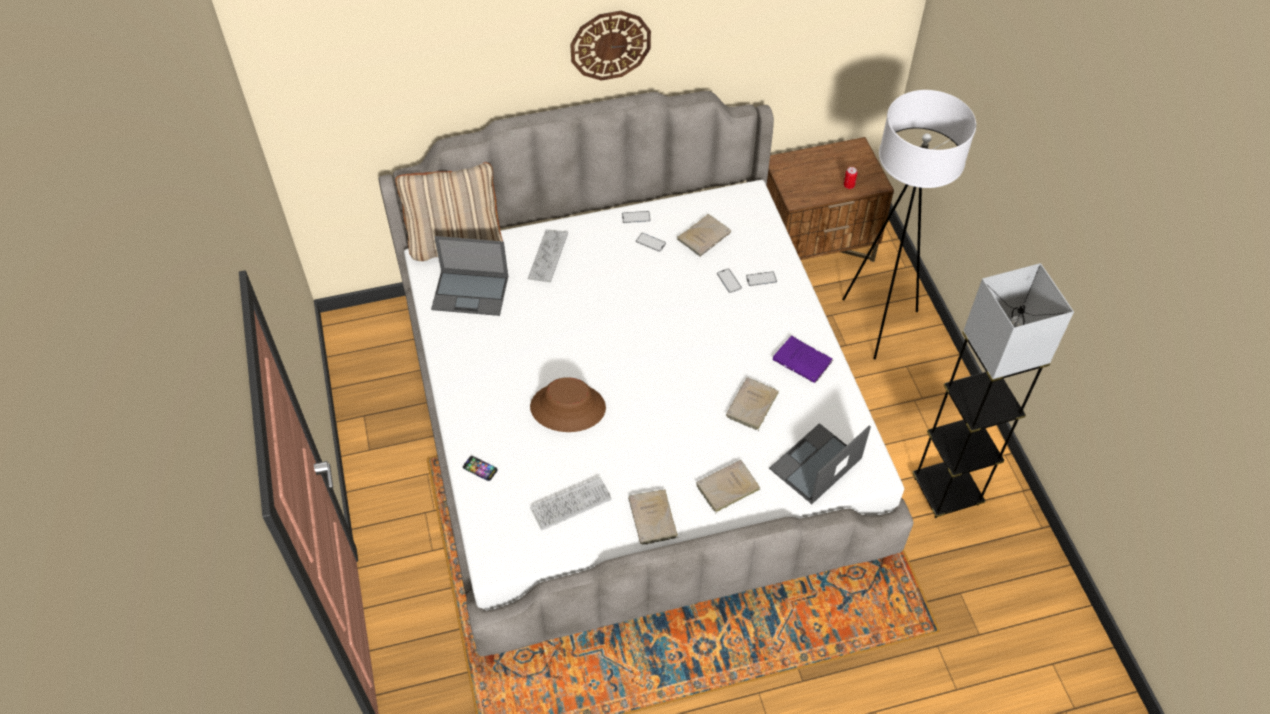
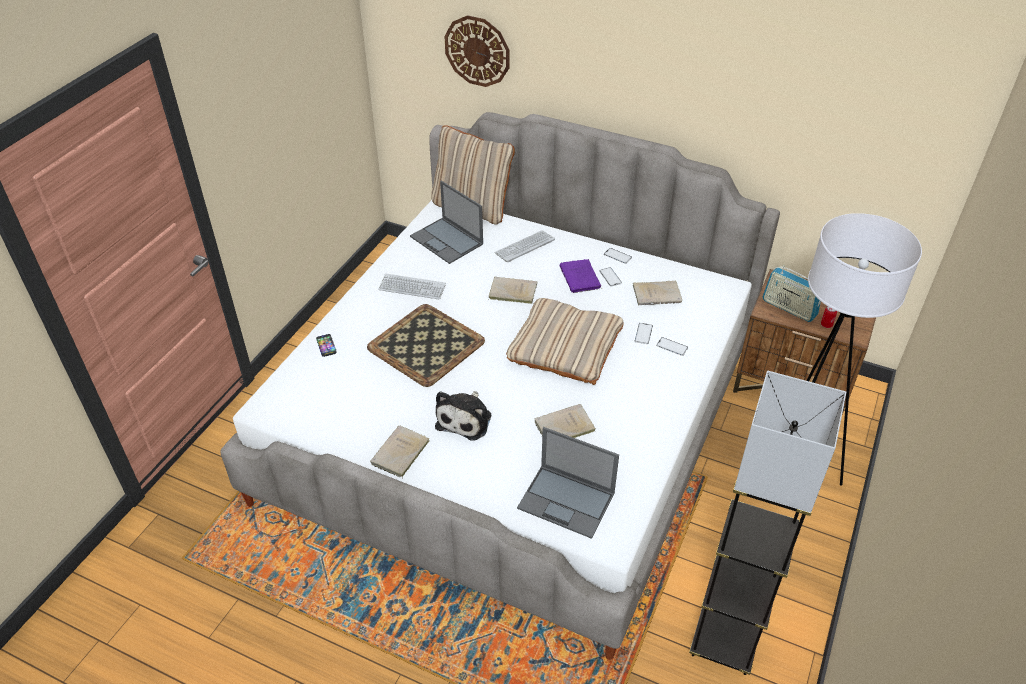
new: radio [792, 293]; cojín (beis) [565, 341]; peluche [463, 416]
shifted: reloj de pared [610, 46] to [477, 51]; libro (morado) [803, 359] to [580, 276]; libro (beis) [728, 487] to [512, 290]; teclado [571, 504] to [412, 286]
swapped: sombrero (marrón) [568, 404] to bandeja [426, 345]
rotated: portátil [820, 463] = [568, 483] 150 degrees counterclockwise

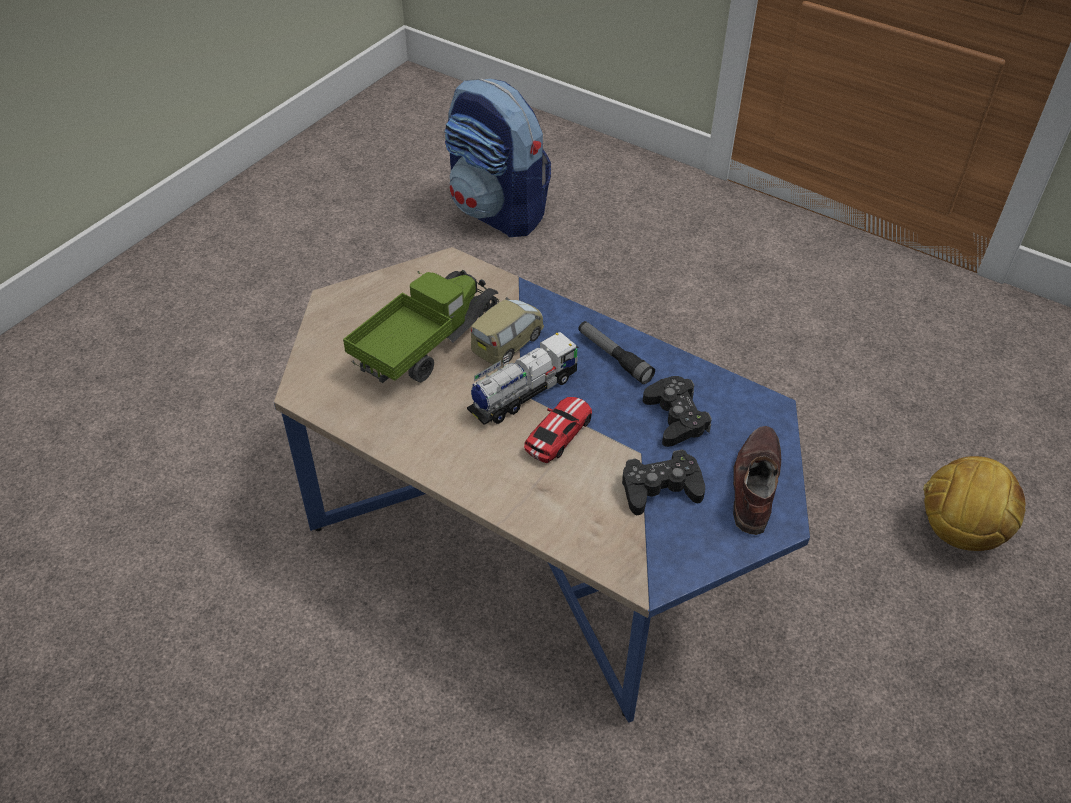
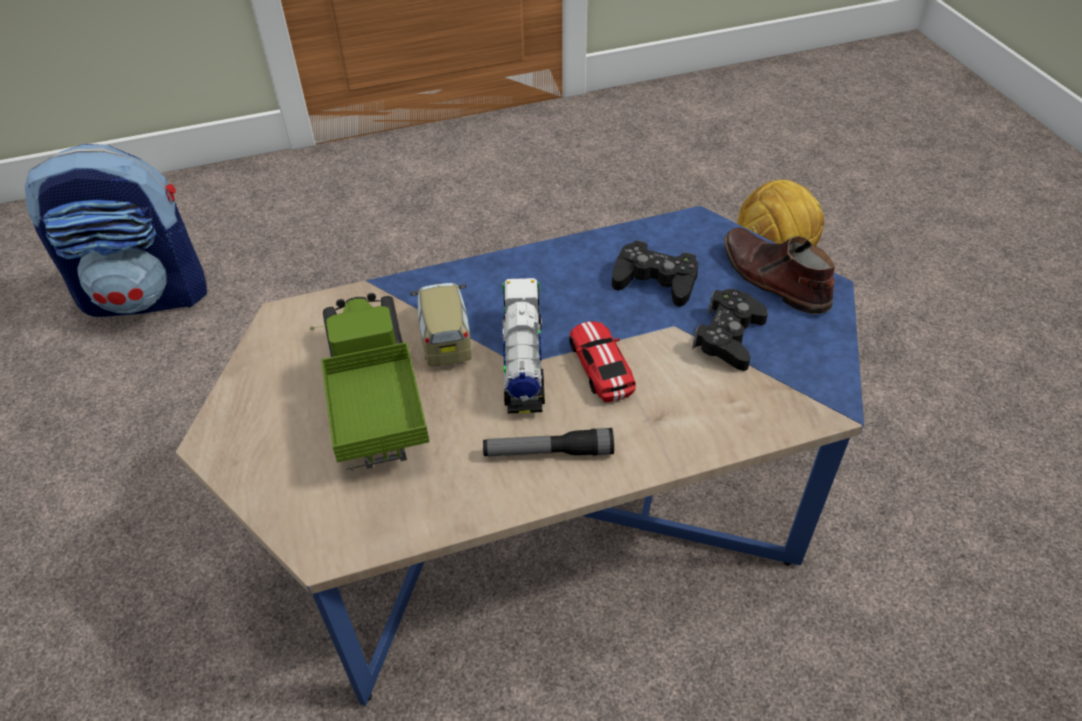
shifted: linterna [616, 352] to [548, 442]

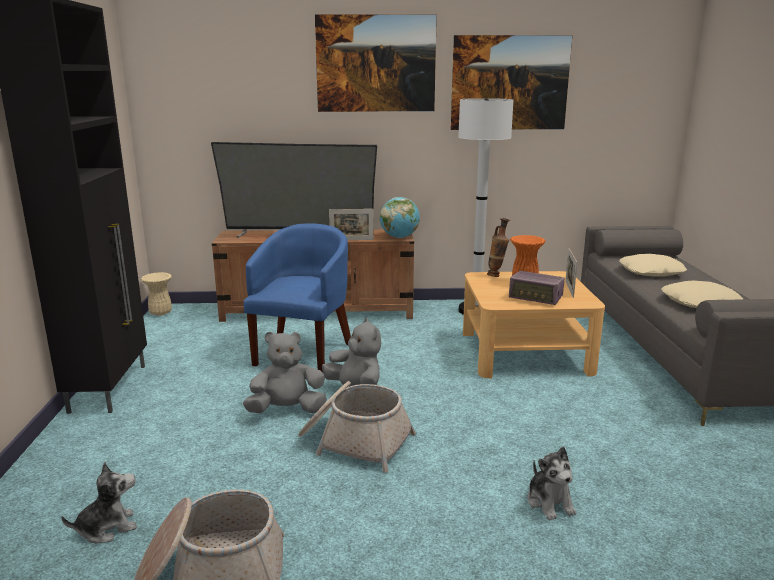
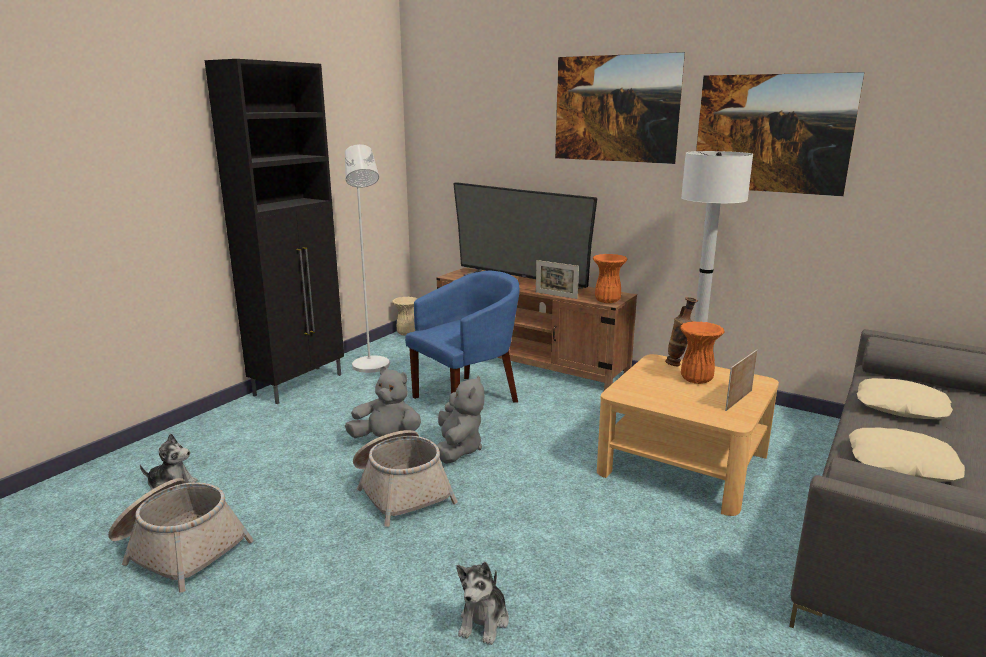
gone: radio [537, 288]
new: lámpara de pie (blanco) [367, 258]
swapped: globo terráqueo [400, 217] to florero (naranja) [610, 278]

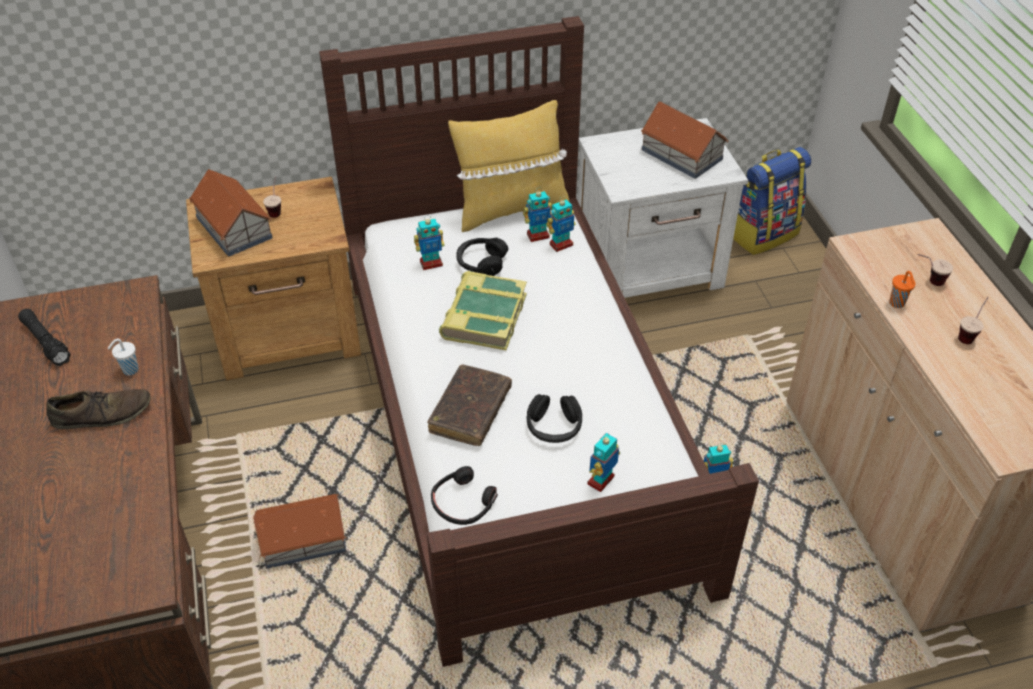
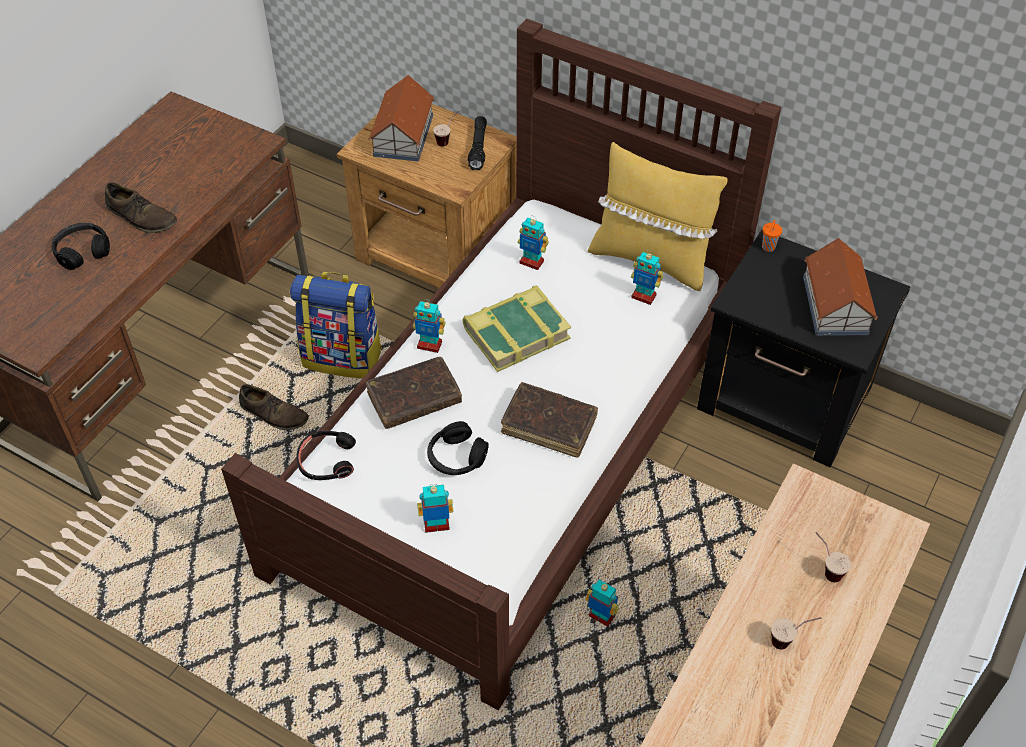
gone: taza (blanco) [123, 357]
new: libro (marrón) [549, 420]
shifted: mochila [772, 201] to [336, 325]; robot de juguete [561, 224] to [429, 326]; auriculares (negro) [482, 257] to [81, 246]; taza (naranja) [902, 289] to [772, 236]; linterna (negro) [44, 337] to [477, 143]
swapped: casita [300, 531] to zapato (marrón) [274, 407]
repainted: mesita de noche (blanco) [663, 208] to mesita de noche (negro) [804, 348]

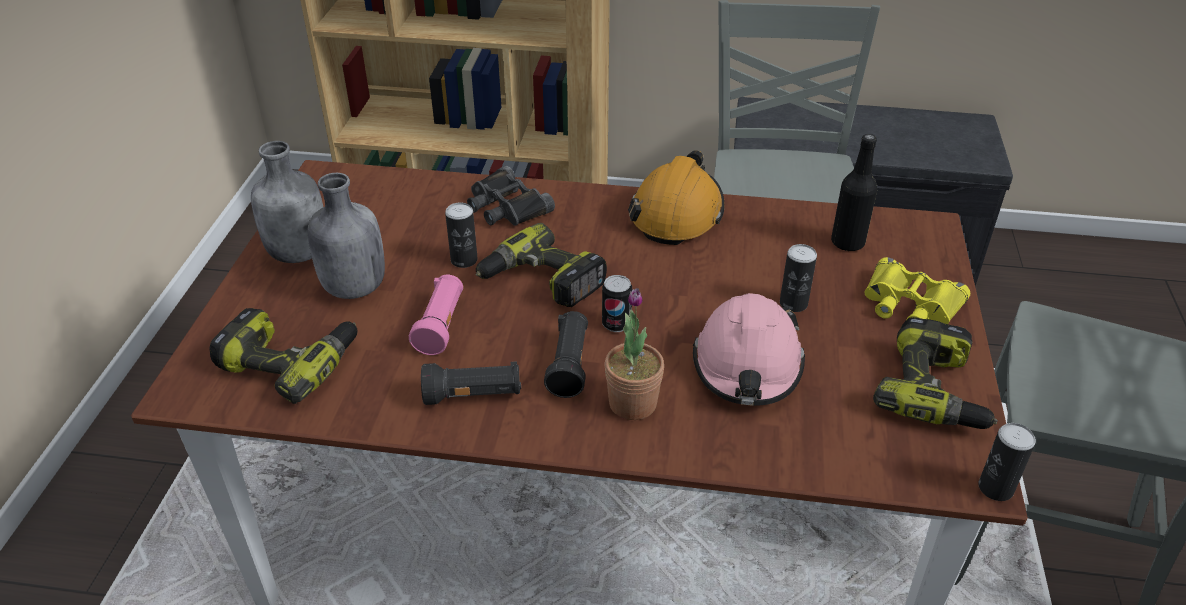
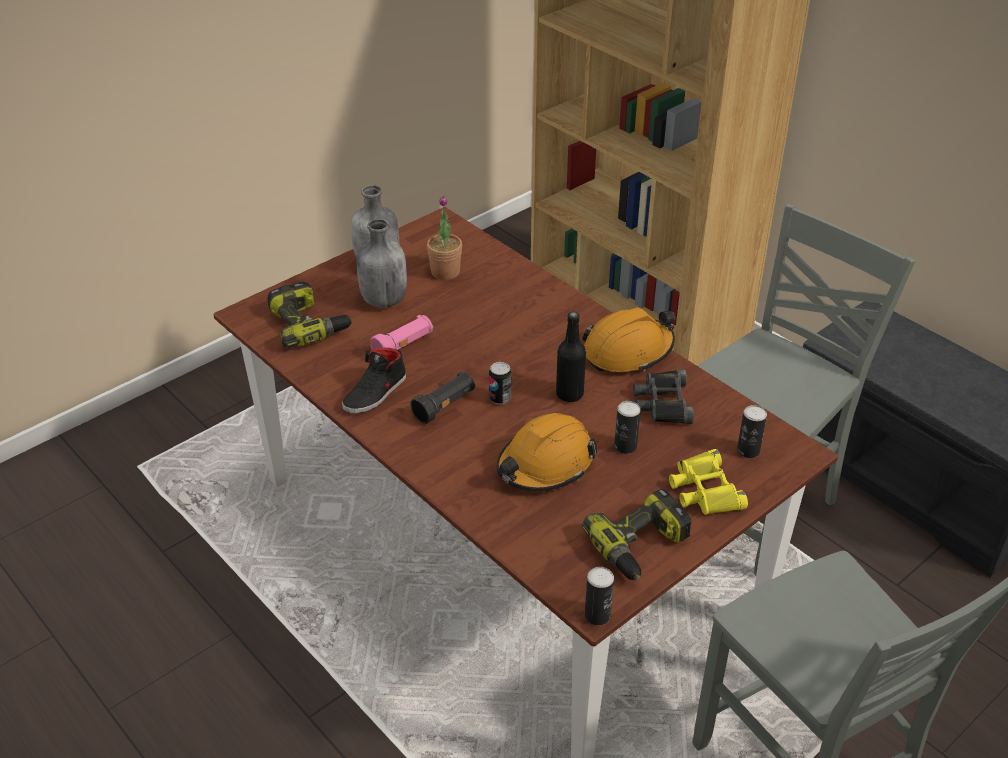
gone: taladro [541, 265]
shifted: botella (negro) [854, 193] to [571, 357]; prismáticos (negro) [511, 196] to [663, 397]; lata [461, 235] to [752, 431]; planta en maceta [634, 354] to [444, 237]
swapped: linterna (negro) [471, 383] to zapato (negro) [374, 381]
repainted: casco (rosa) [749, 349] to casco (naranja) [547, 452]

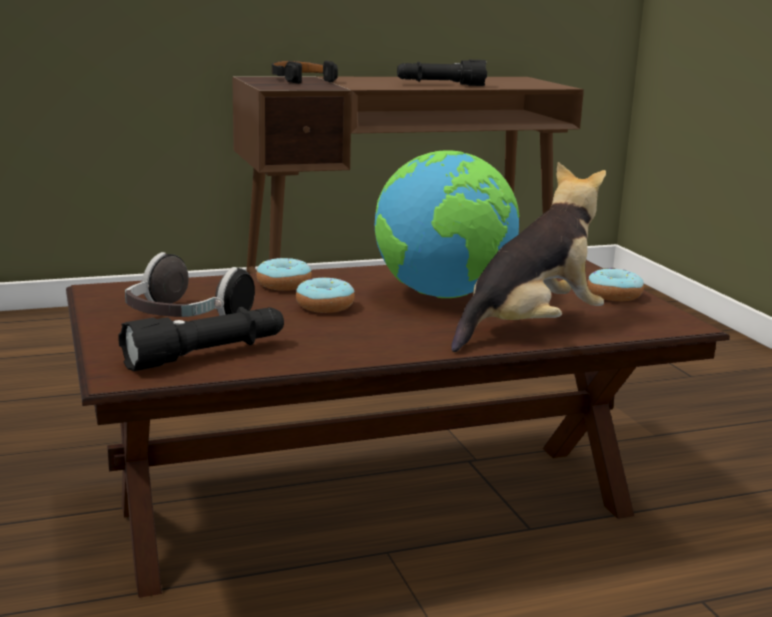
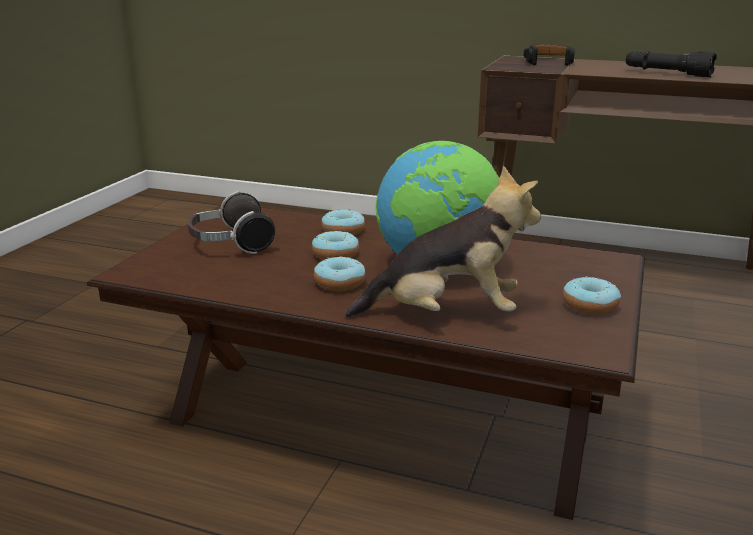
gone: linterna (negro) [201, 339]
new: rosquilla [340, 273]

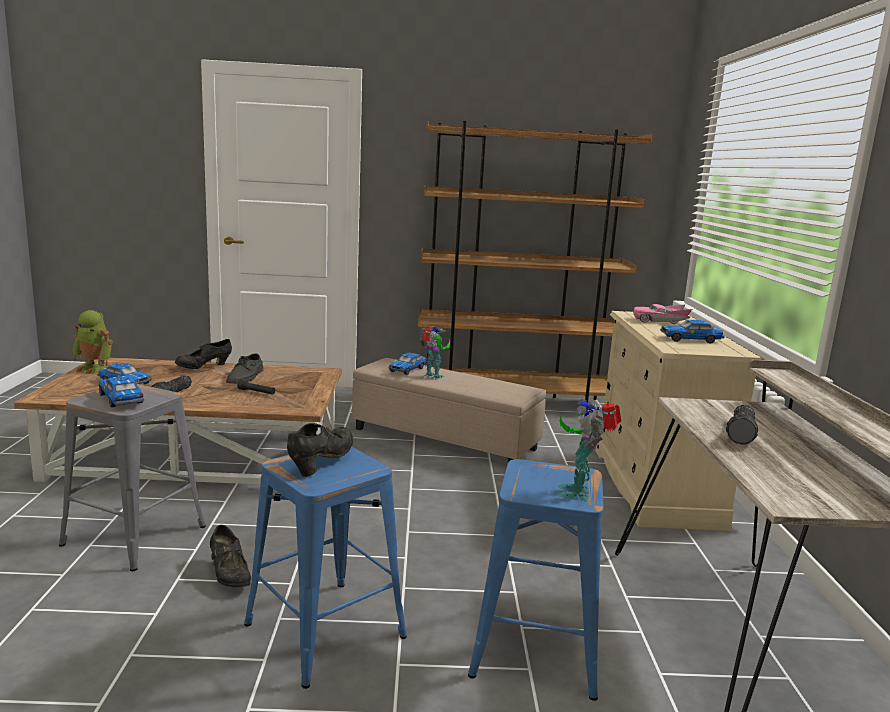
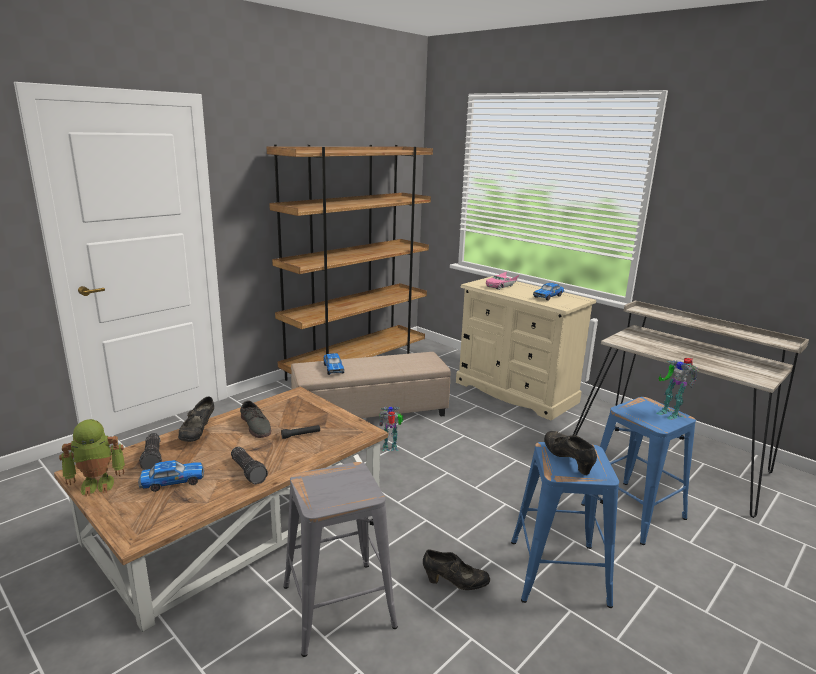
gone: coche de juguete [121, 391]
shifted: robot de juguete [434, 353] to [391, 428]; linterna [742, 424] to [150, 451]

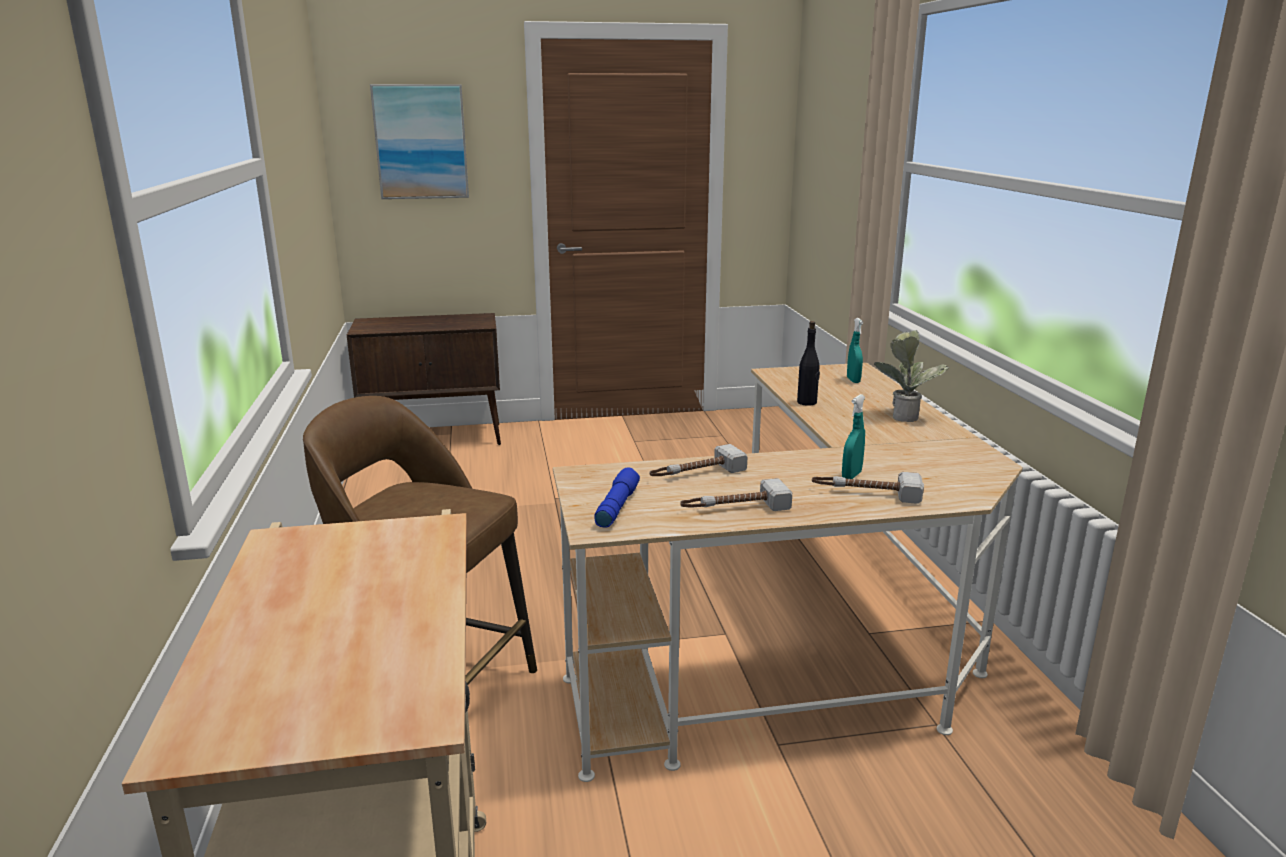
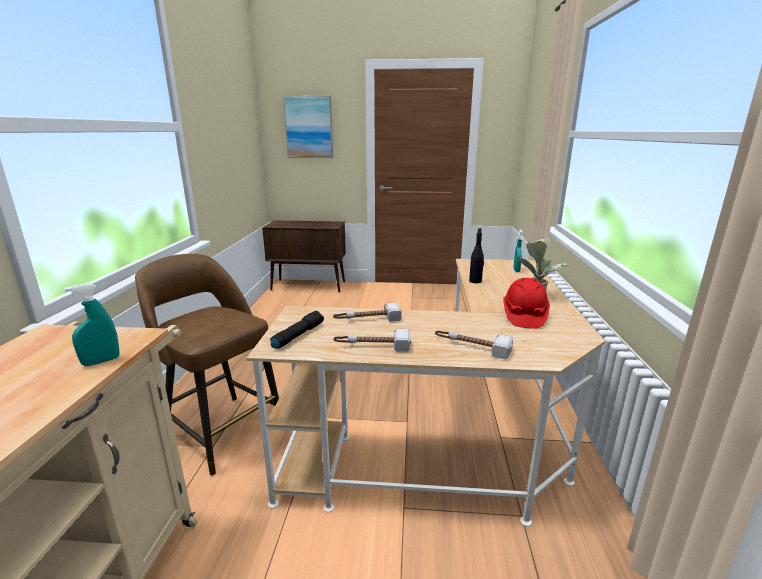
new: casco (rojo) [526, 303]
shifted: pulverizador (turquesa) [853, 436] to [91, 324]
repainted: linterna (azul) [617, 498] to linterna (negro) [297, 330]

